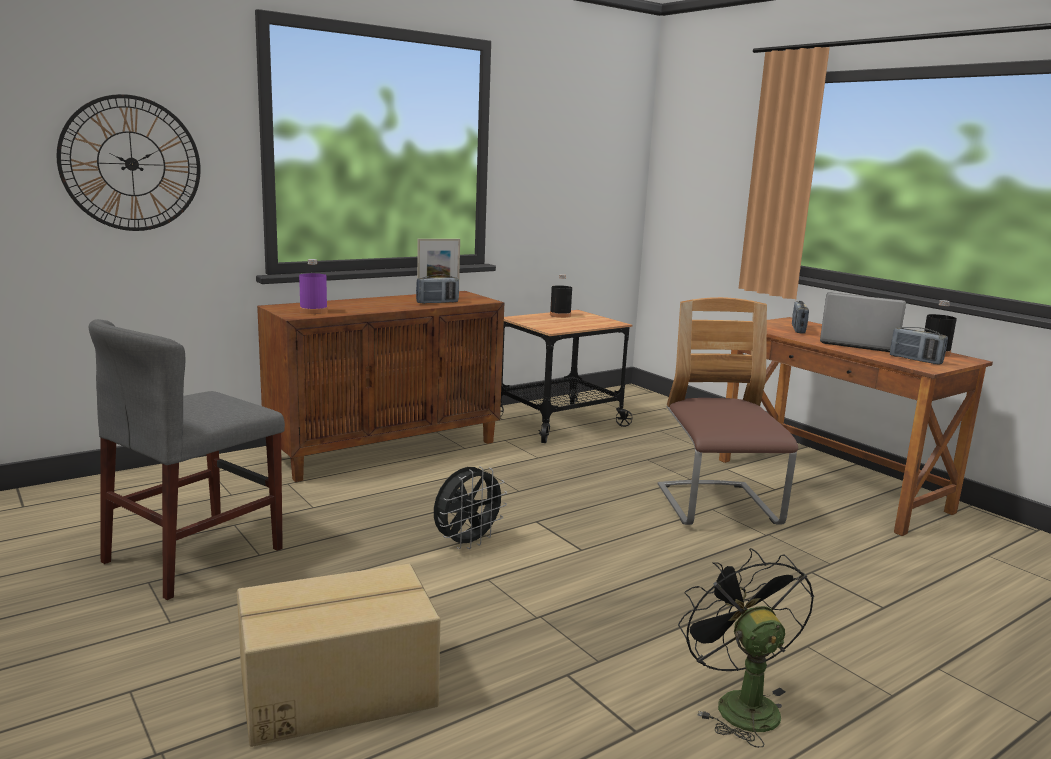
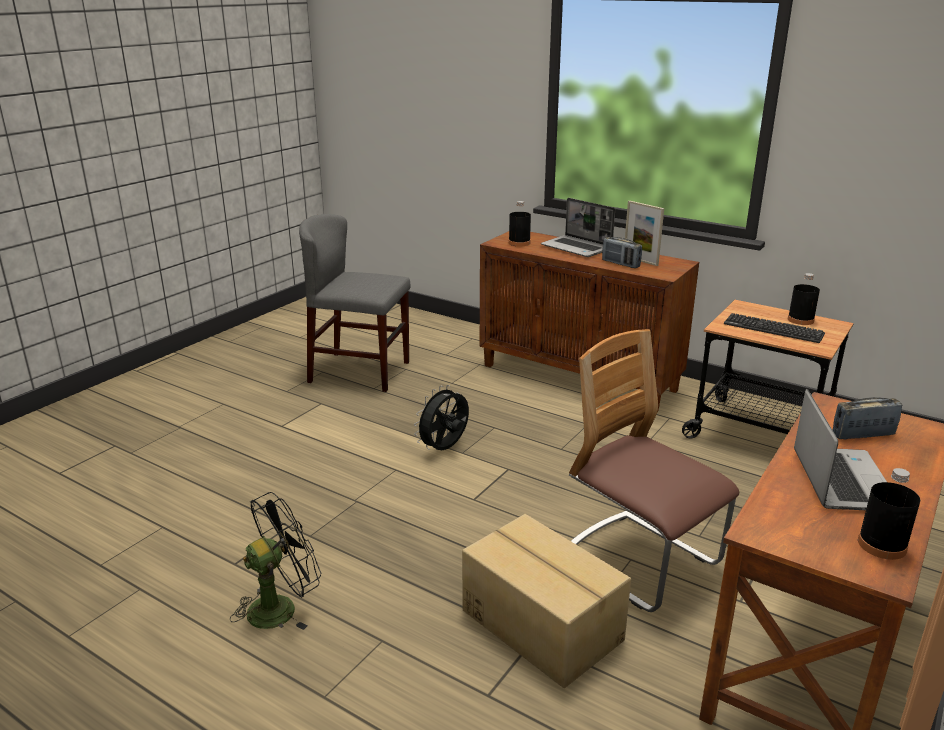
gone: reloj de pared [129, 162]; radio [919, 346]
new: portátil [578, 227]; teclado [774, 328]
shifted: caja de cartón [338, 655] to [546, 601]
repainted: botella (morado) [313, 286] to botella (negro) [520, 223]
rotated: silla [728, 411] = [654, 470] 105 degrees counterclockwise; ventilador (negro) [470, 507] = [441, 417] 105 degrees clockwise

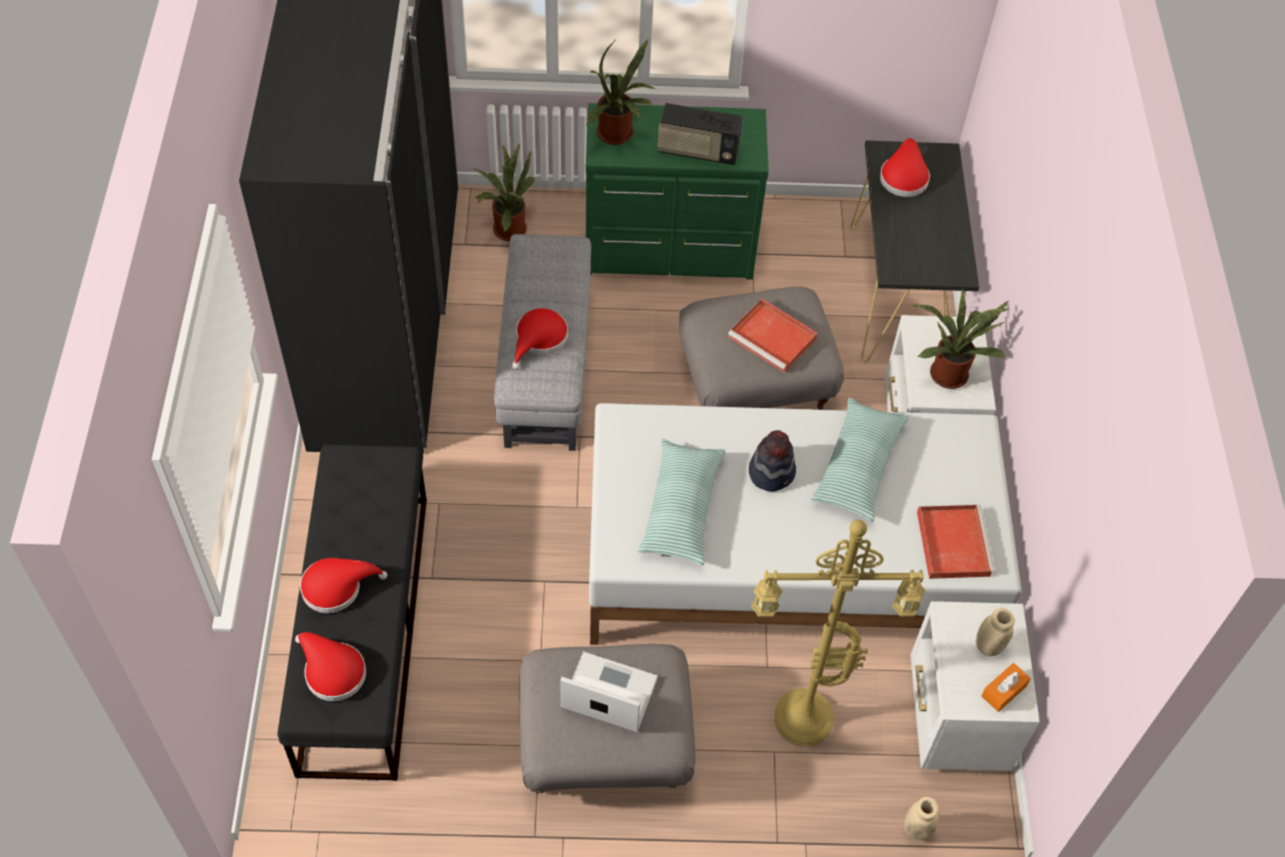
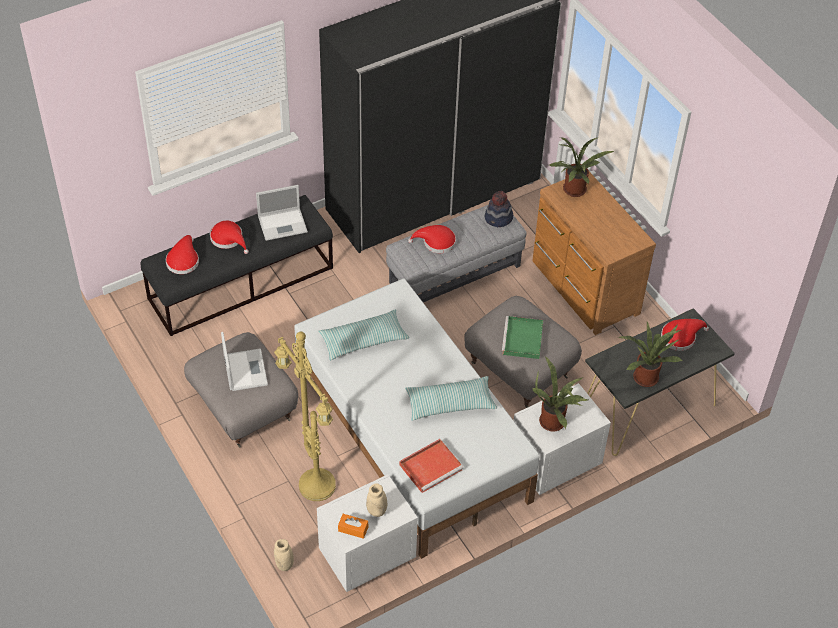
gone: radio [700, 134]
new: portátil [282, 213]
shifted: planta en maceta [504, 191] to [650, 354]; sombrero [772, 460] to [499, 209]
repainted: cómoda (verde) [677, 191] to cómoda (marrón) [594, 253]; bandeja (rojo) [773, 335] to bandeja (verde) [522, 337]

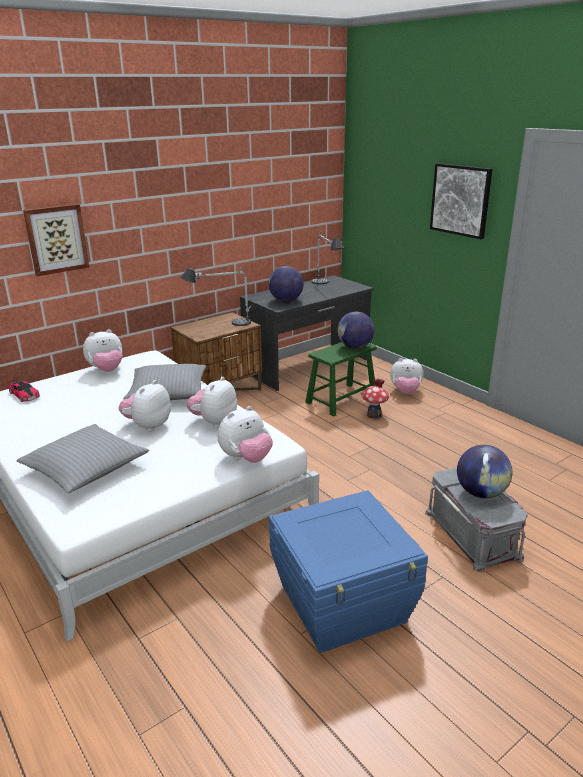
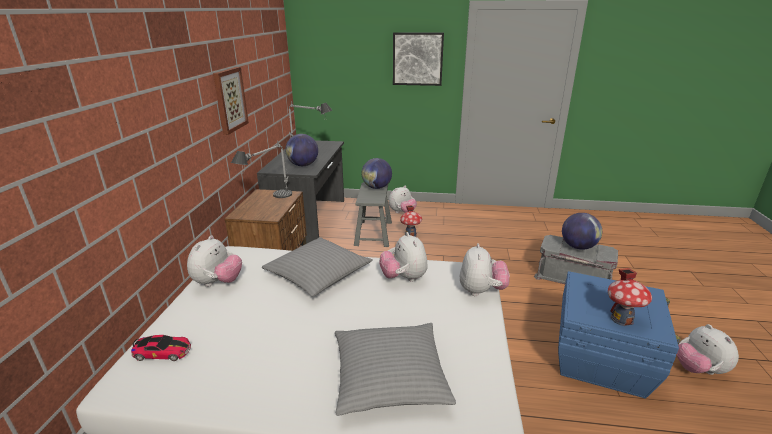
new: casita [630, 297]
shifted: cuadro [56, 240] to [231, 101]; peluche [144, 406] to [707, 349]
repainted: taburete (verde) [341, 379] to taburete (gris) [373, 214]

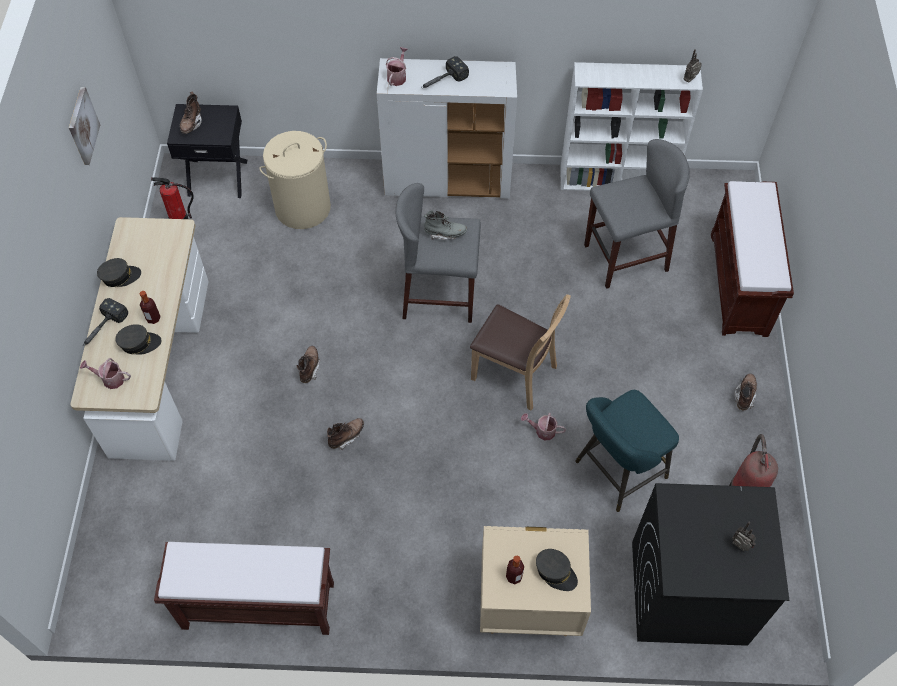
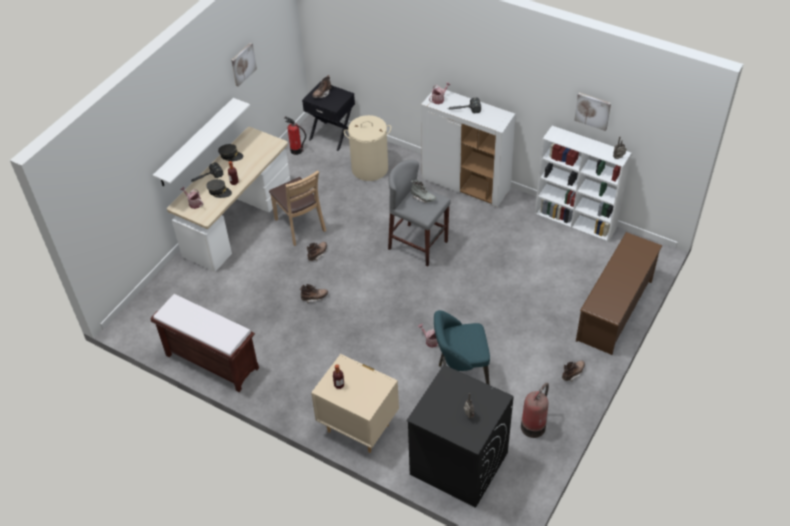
gone: taburete (gris) [637, 214]; gorra (gris) [557, 570]
new: cuadro [592, 112]; estante (blanco) [201, 142]
shifted: silla (marrón) [520, 352] to [297, 208]
swapped: banco (marrón) [752, 259] to zapatero (marrón) [619, 293]

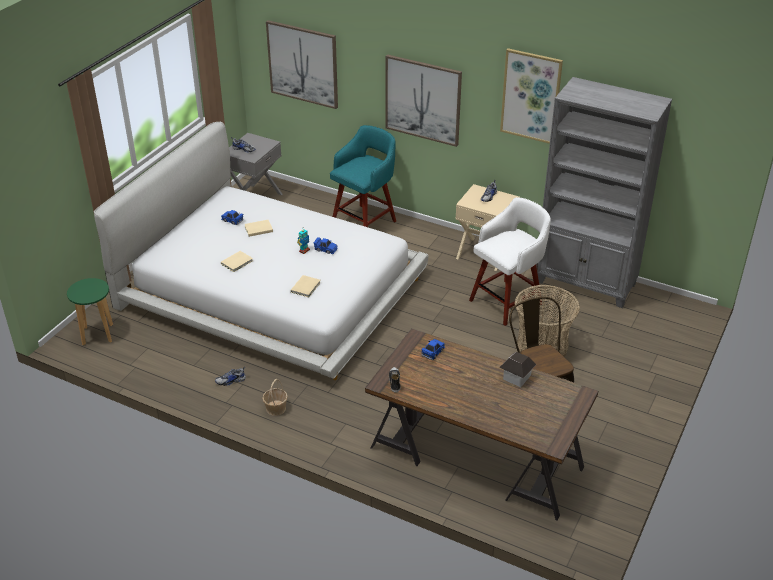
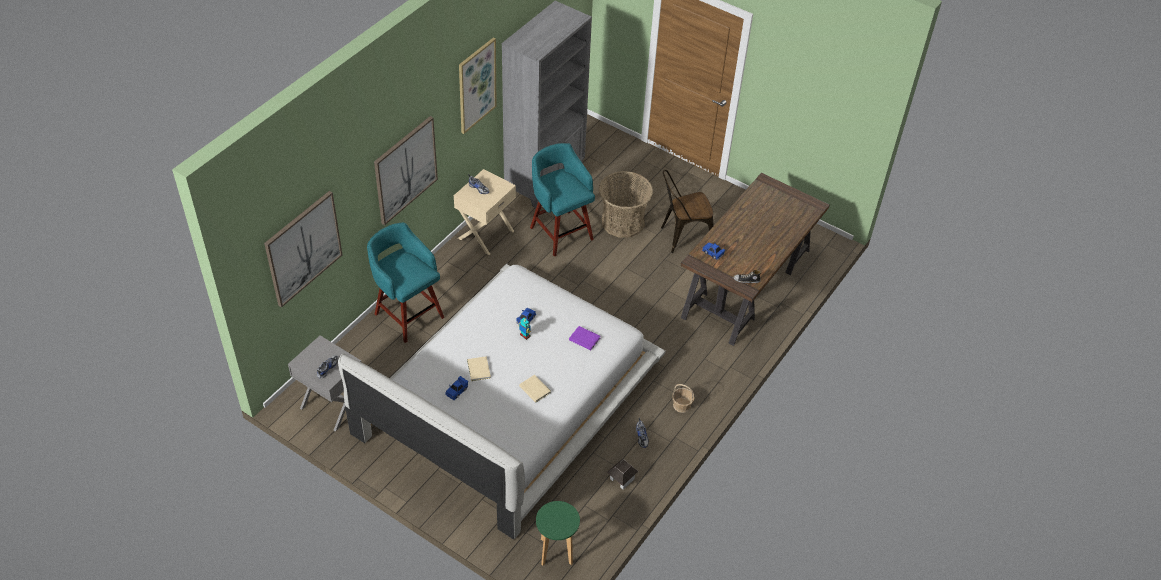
shifted: casita [518, 369] to [622, 474]
repainted: taburete (blanco) [510, 261] to taburete (turquesa) [562, 200]; libro (beis) [306, 286] to libro (morado) [584, 338]

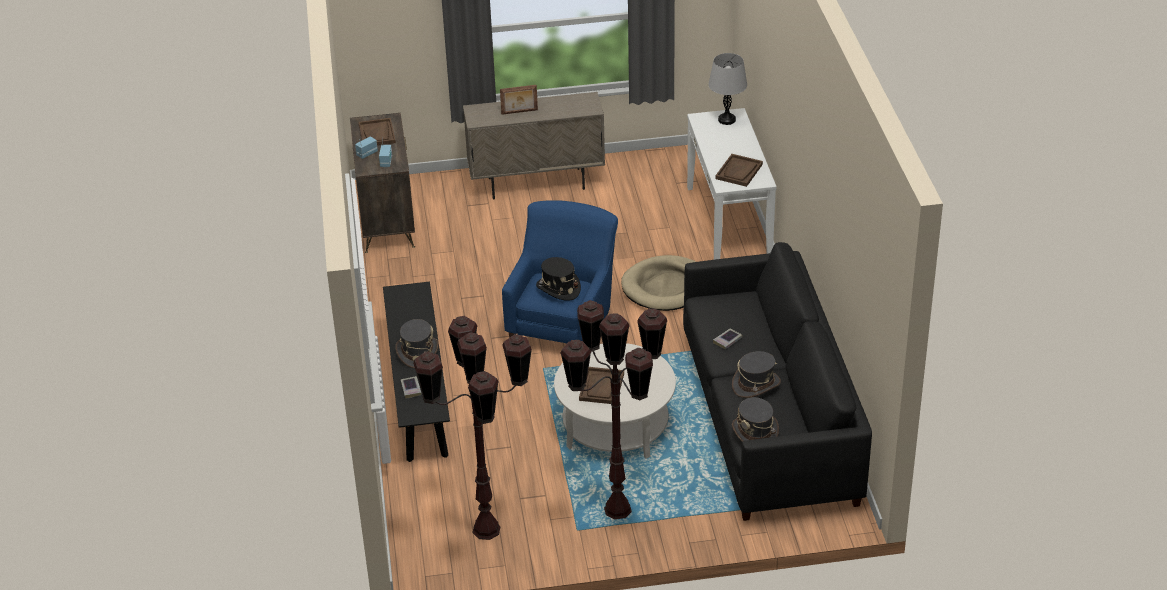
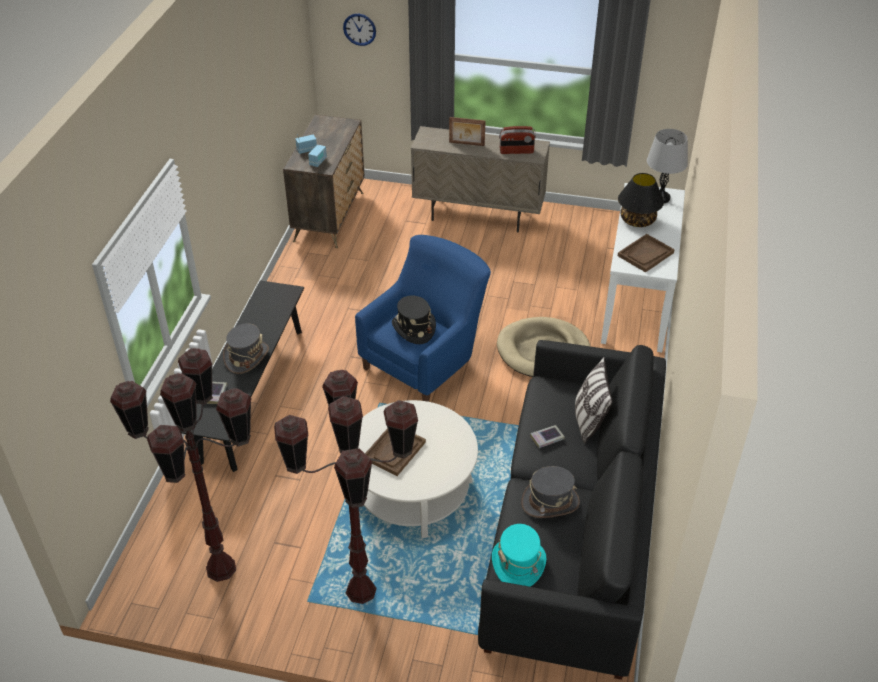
gone: bandeja (marrón) [377, 132]
new: reloj de pared [359, 30]; radio [517, 140]; lámpara de mesa (negro) [641, 200]; cojín [594, 400]
repainted: sombrero (gris) [755, 419] to sombrero (turquesa) [519, 555]

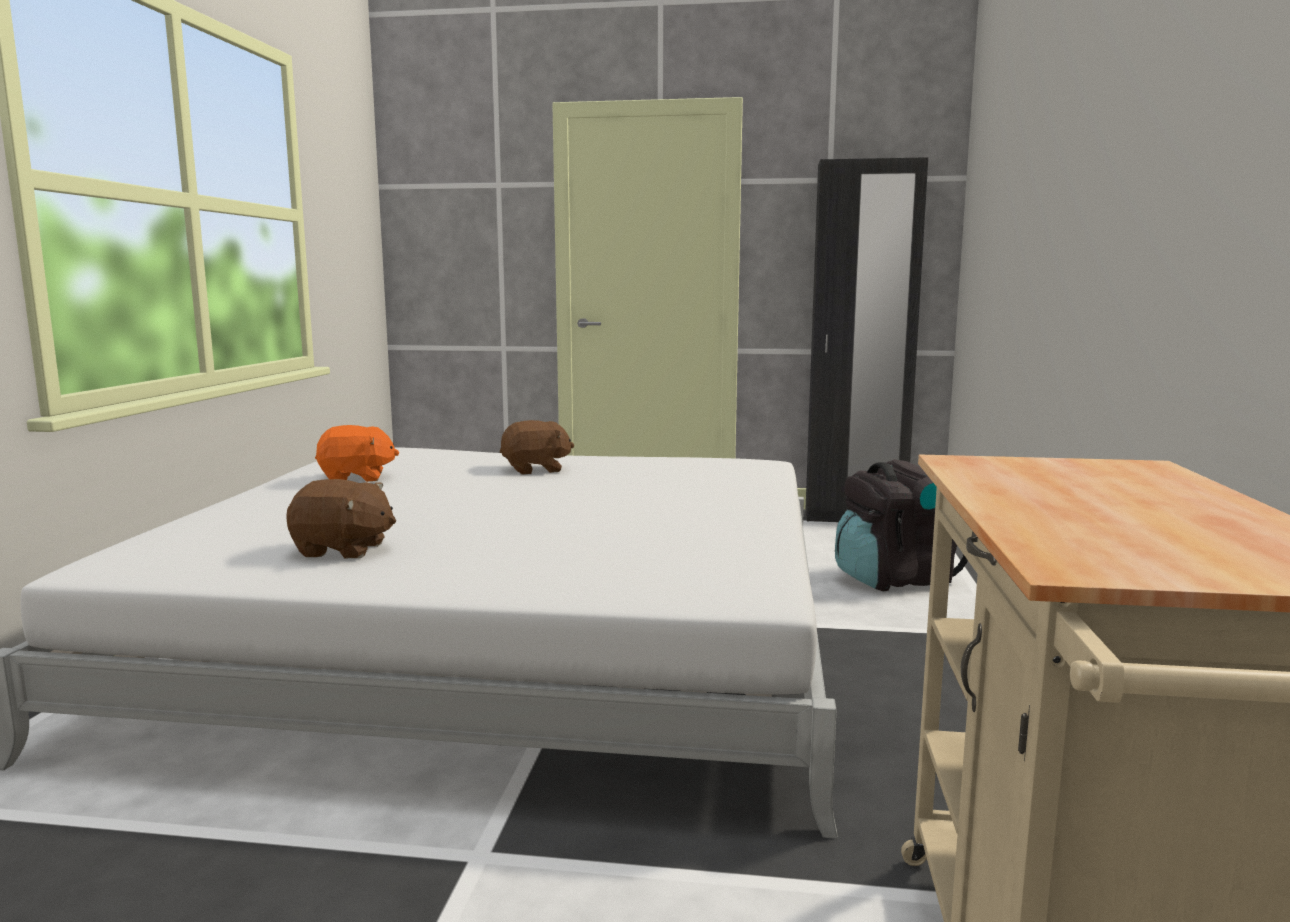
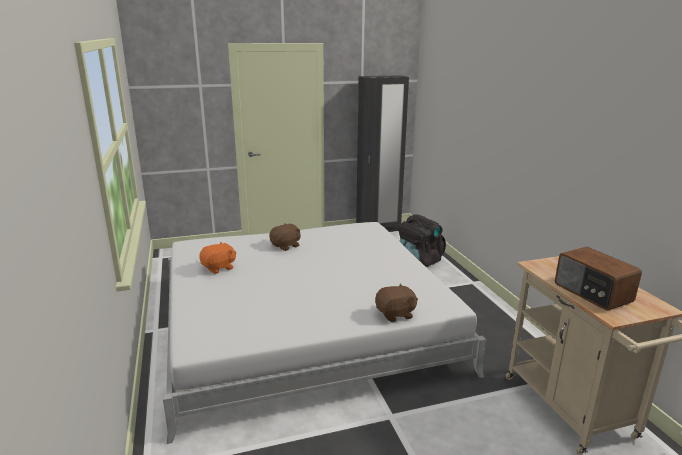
new: radio [598, 279]
shifted: peluche (marrón) [341, 518] to [396, 302]

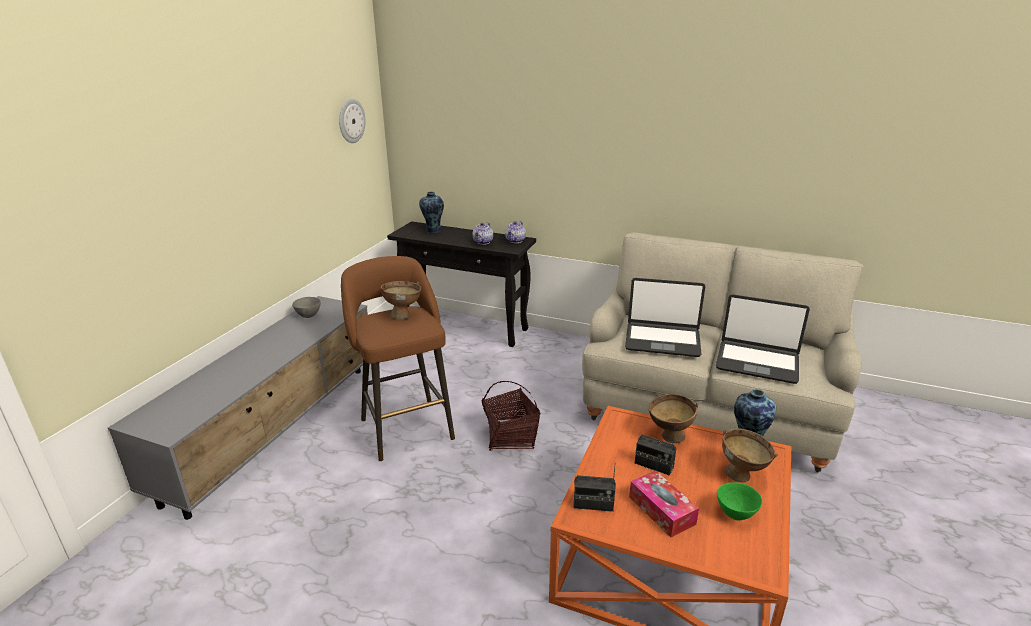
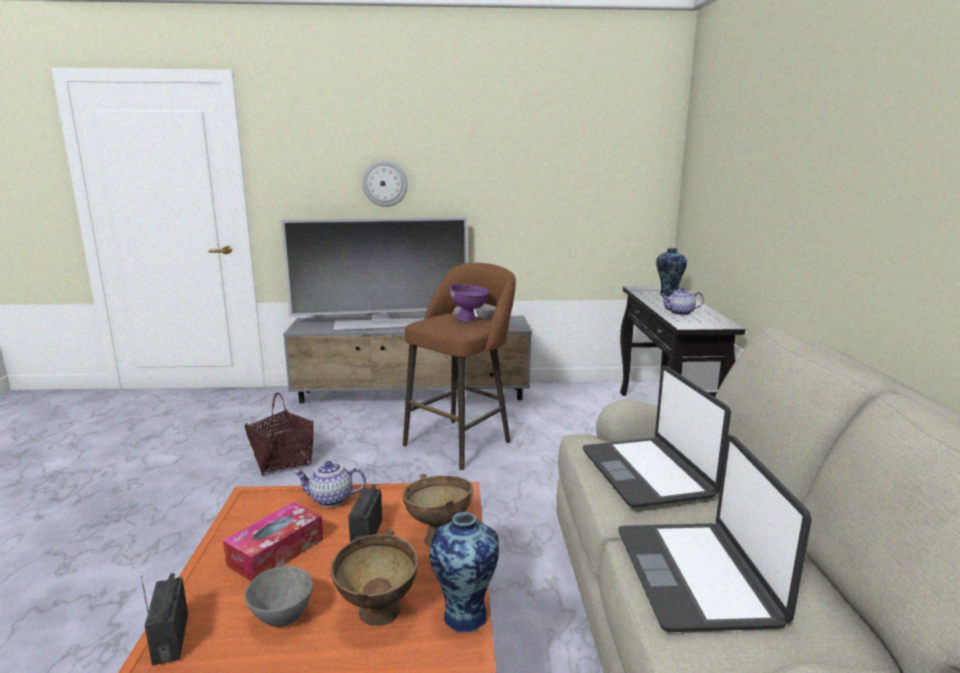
new: televisor [374, 274]
shifted: reloj de pared [352, 120] to [385, 183]; tetera [515, 232] to [329, 484]; cesta [510, 416] to [279, 435]; radio [595, 489] to [164, 619]
repainted: cuenco (marrón) [401, 300] to cuenco (morado) [470, 302]; cuenco (verde) [739, 501] to cuenco (gris) [279, 596]

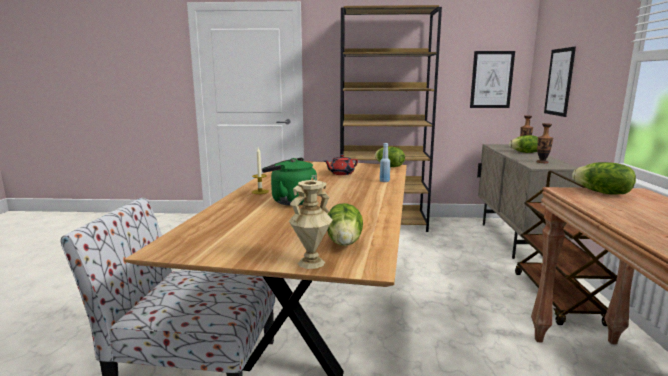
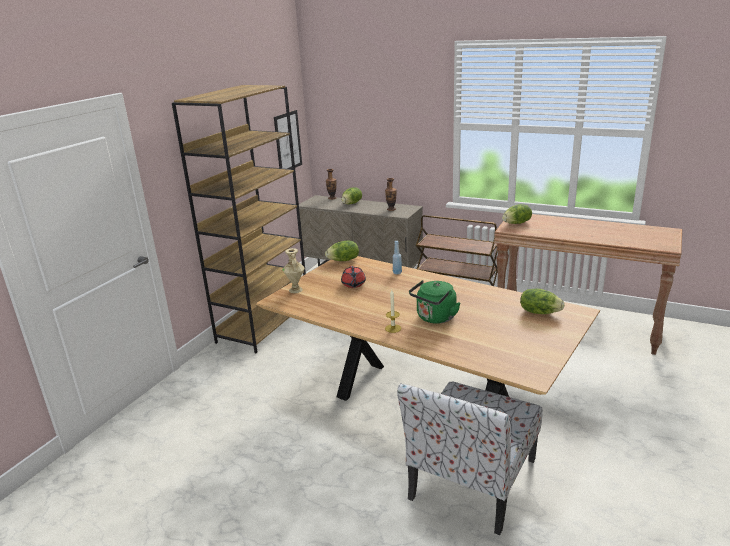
gone: cuadro [560, 82]
shifted: florero (beis) [310, 224] to [293, 270]

